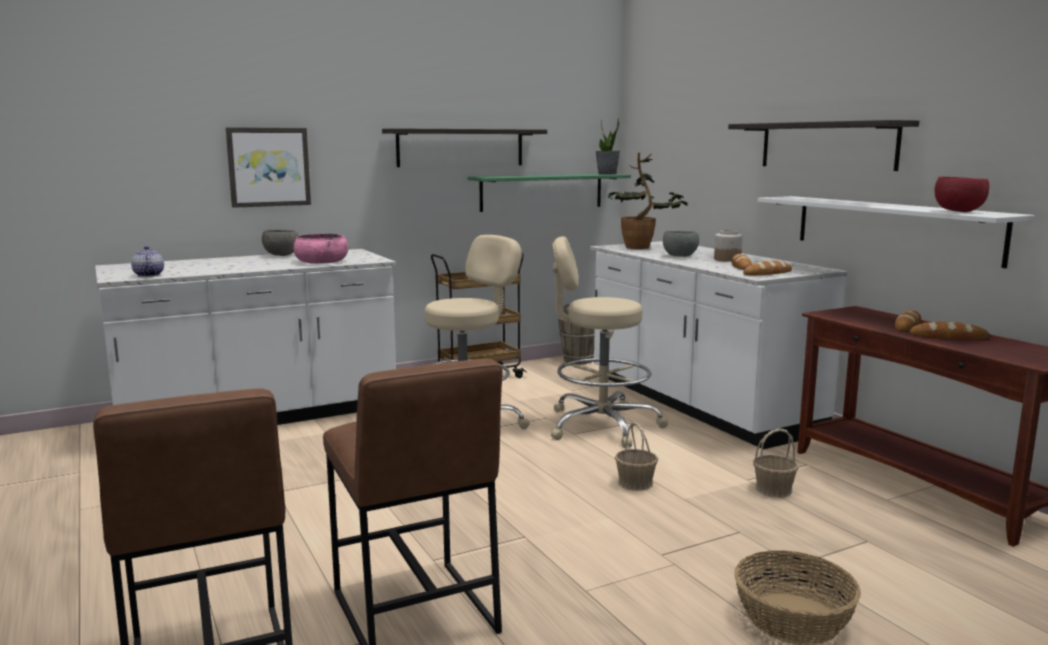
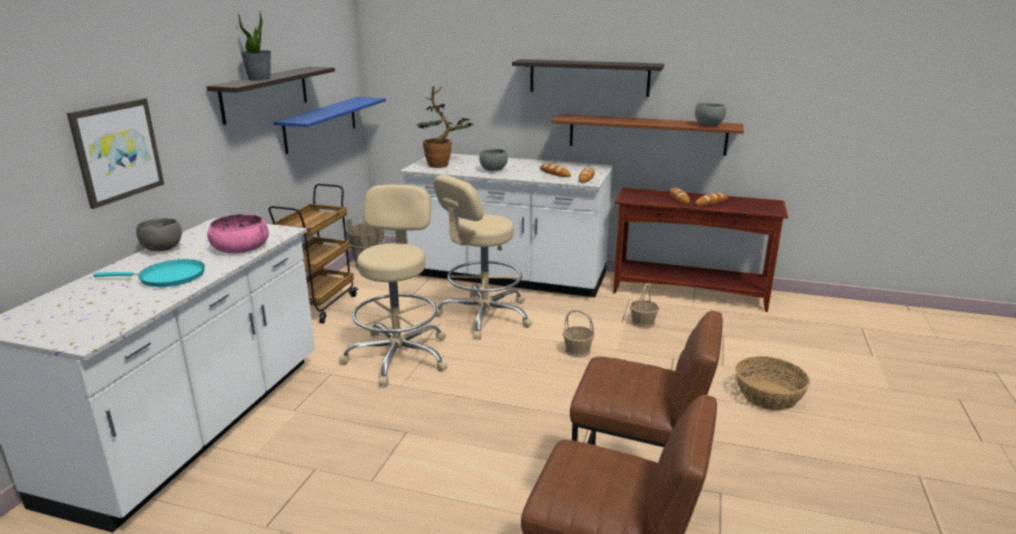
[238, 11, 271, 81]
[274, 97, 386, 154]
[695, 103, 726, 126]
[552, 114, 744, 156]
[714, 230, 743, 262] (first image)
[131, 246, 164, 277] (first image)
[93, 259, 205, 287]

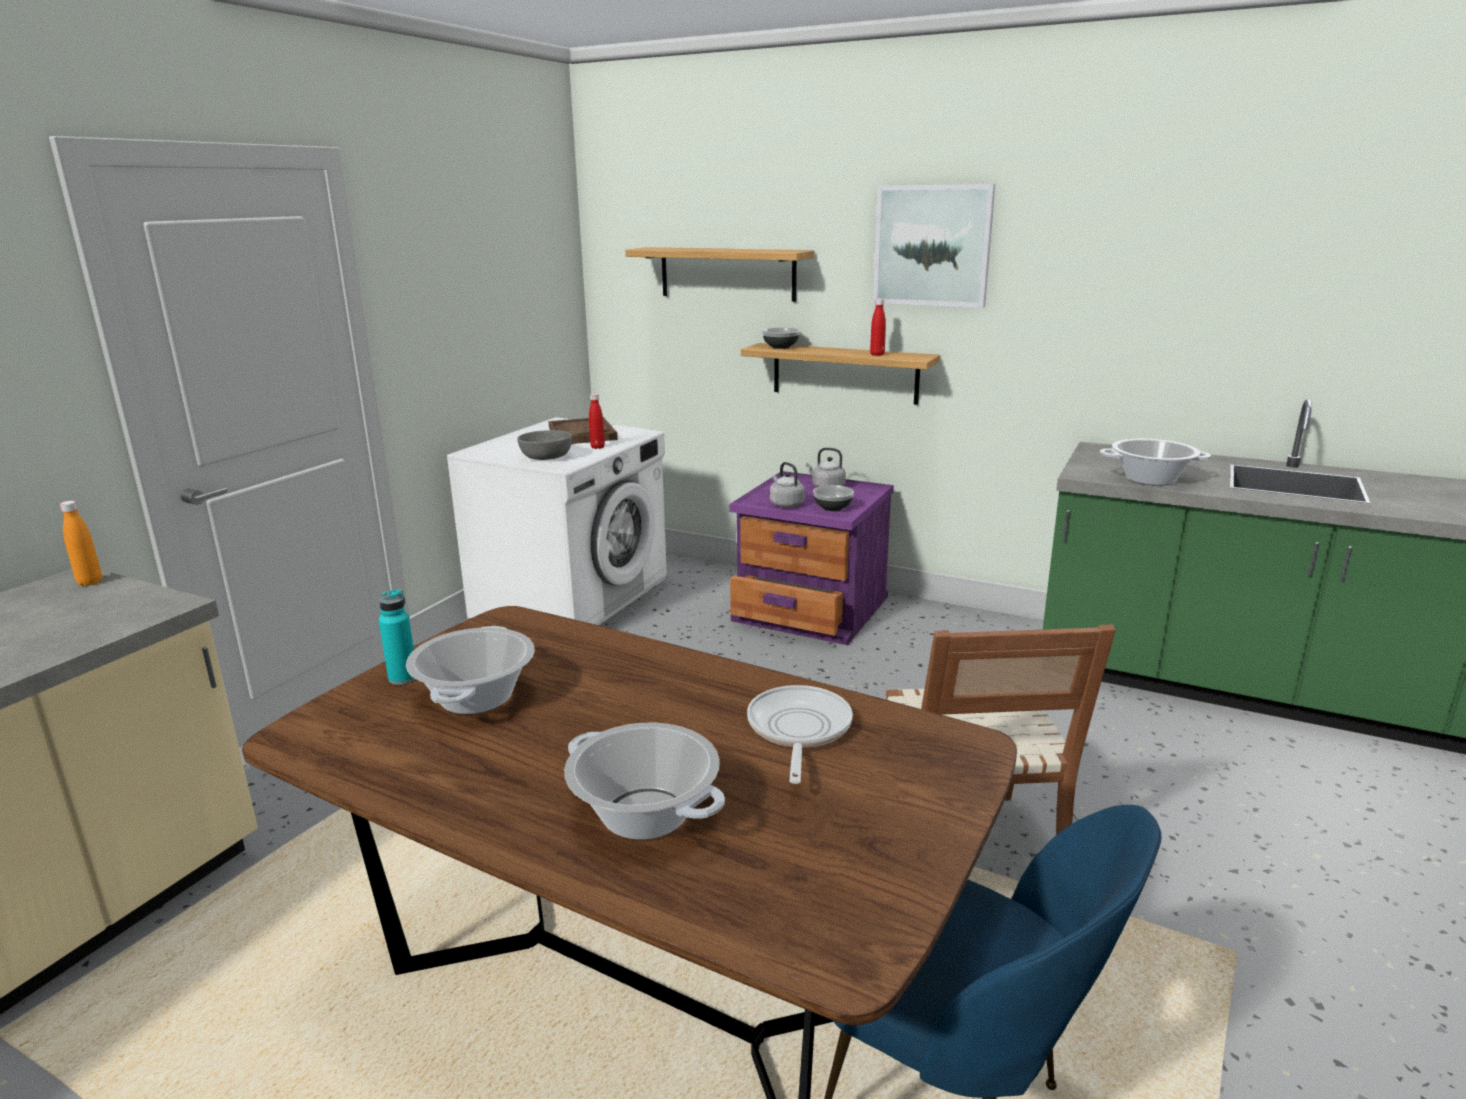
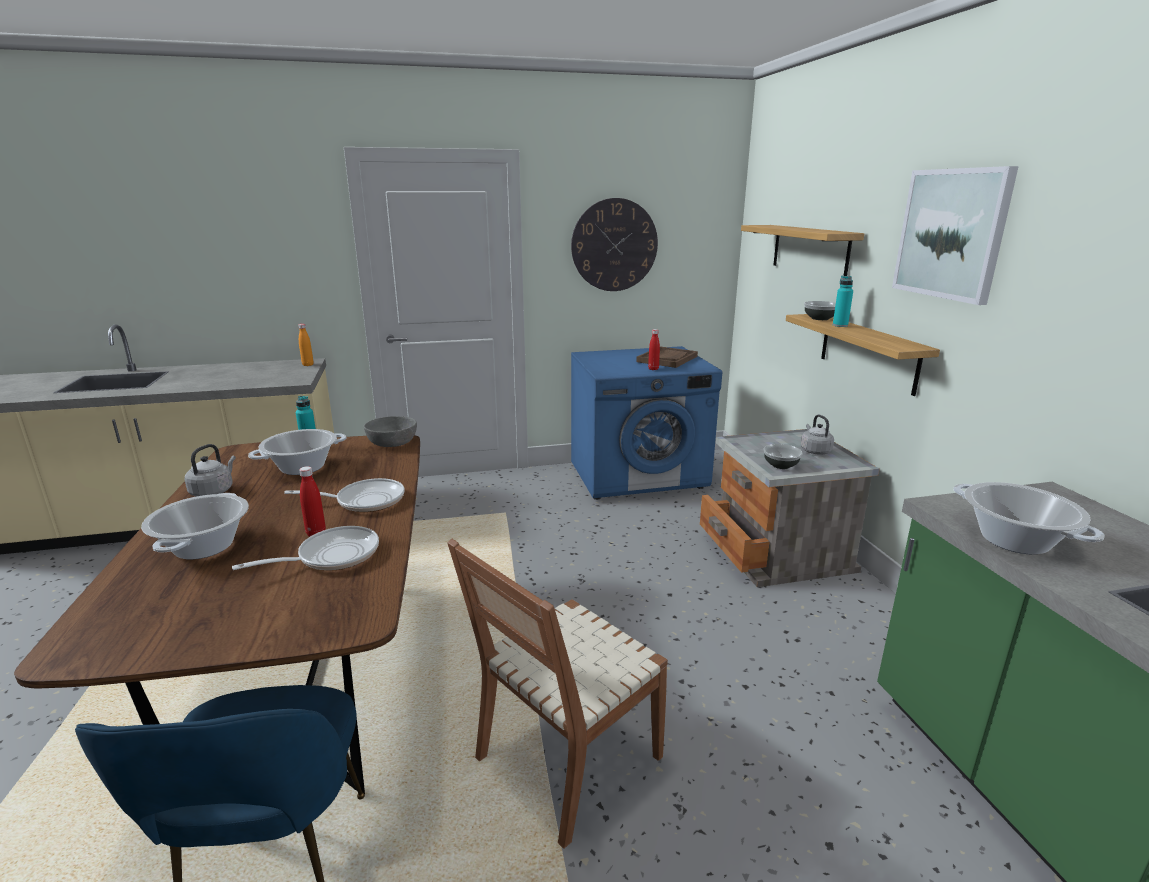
[299, 466, 326, 537]
[571, 346, 722, 500]
[364, 416, 417, 447]
[185, 444, 236, 497]
[700, 429, 880, 587]
[571, 198, 658, 291]
[833, 276, 853, 327]
[284, 478, 405, 512]

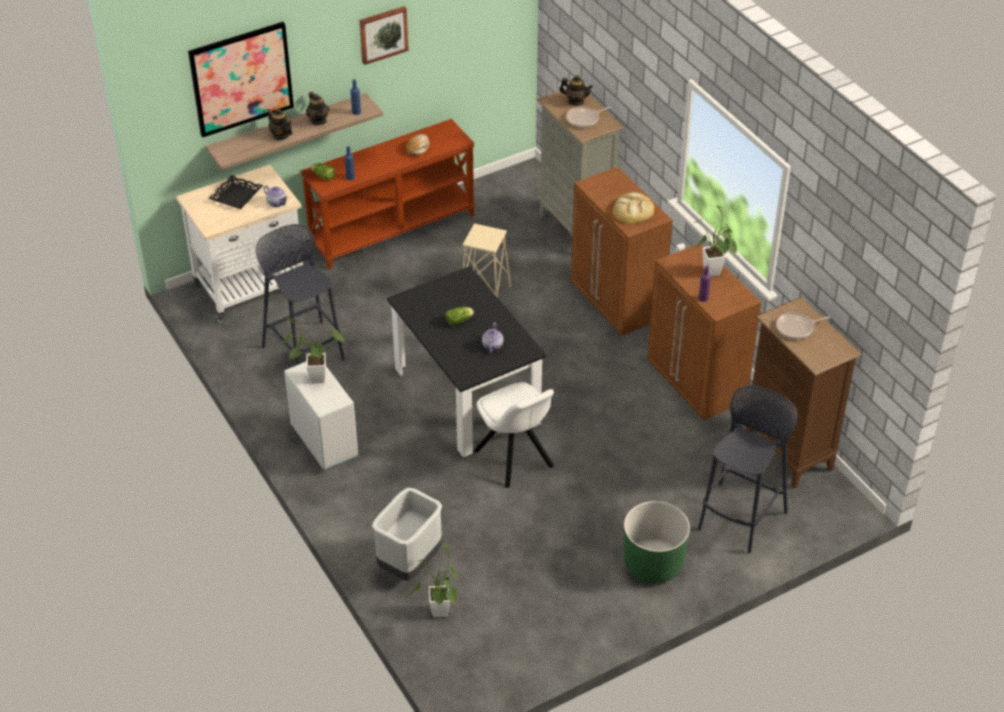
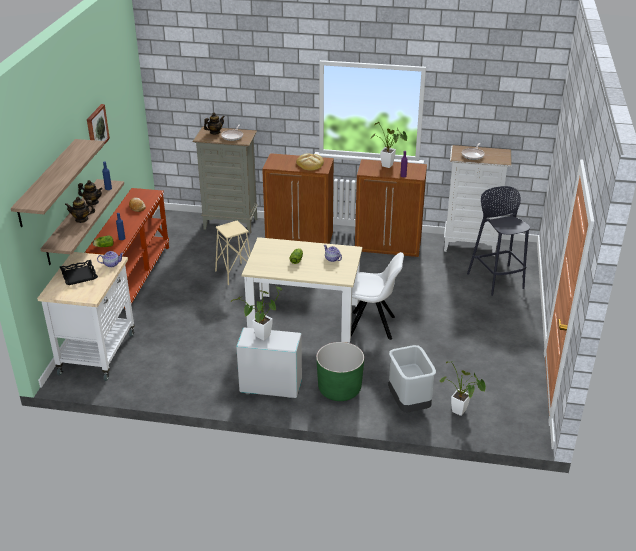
[11, 139, 104, 227]
[256, 224, 345, 365] (first image)
[242, 237, 362, 343]
[444, 145, 512, 256]
[316, 342, 364, 401]

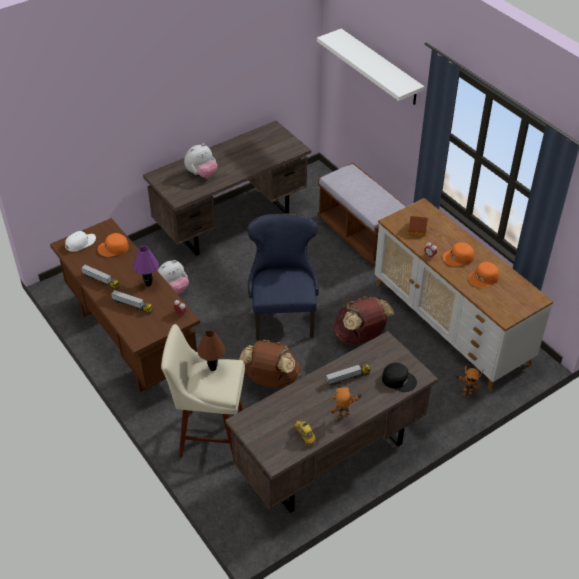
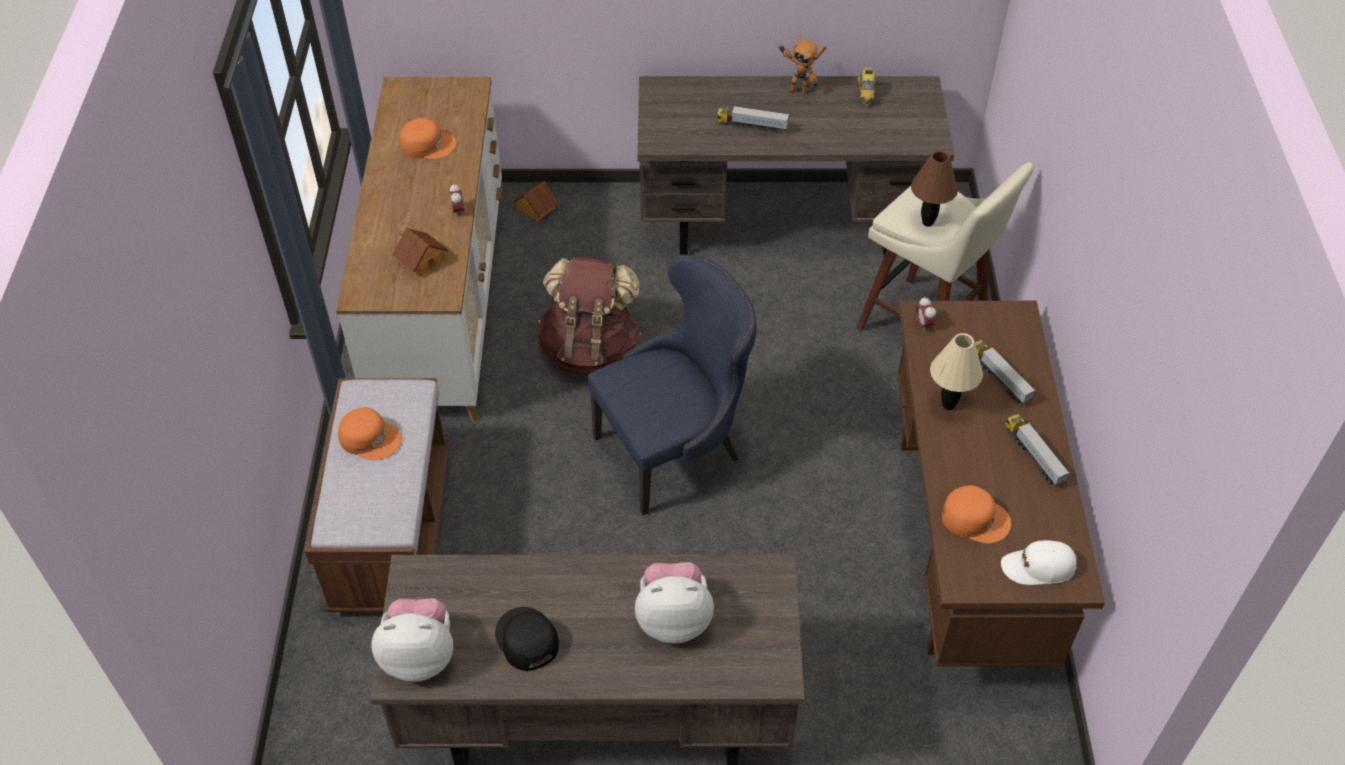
[317, 28, 424, 105] (first image)
[588, 254, 757, 515]
[338, 407, 402, 460]
[930, 333, 983, 410]
[371, 598, 453, 682]
[240, 340, 301, 388] (first image)
[495, 607, 559, 671]
[513, 181, 558, 222]

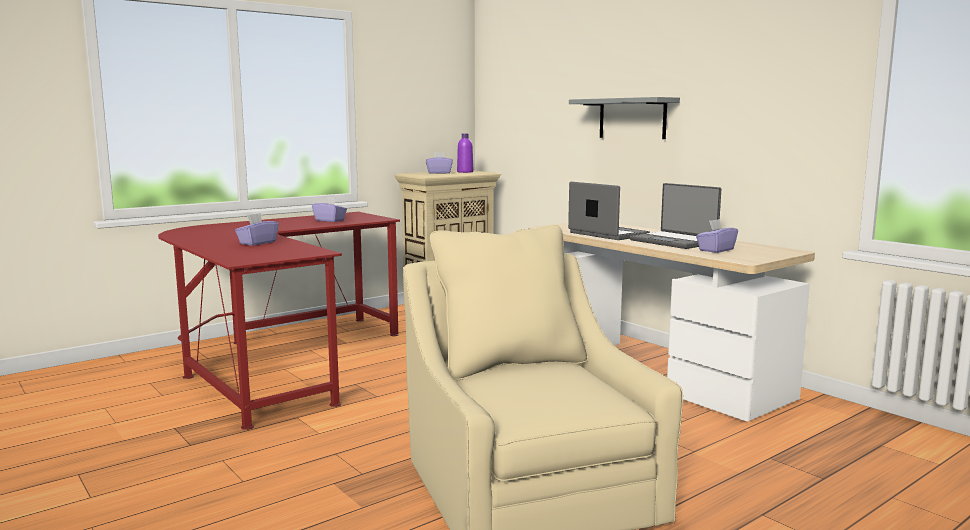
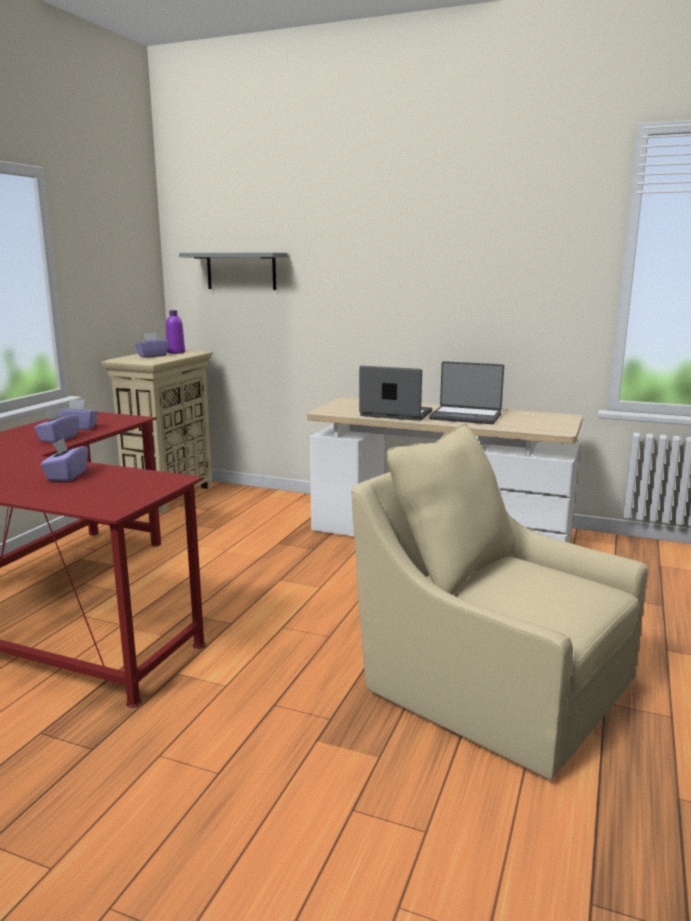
[179, 253, 288, 290]
[34, 408, 79, 443]

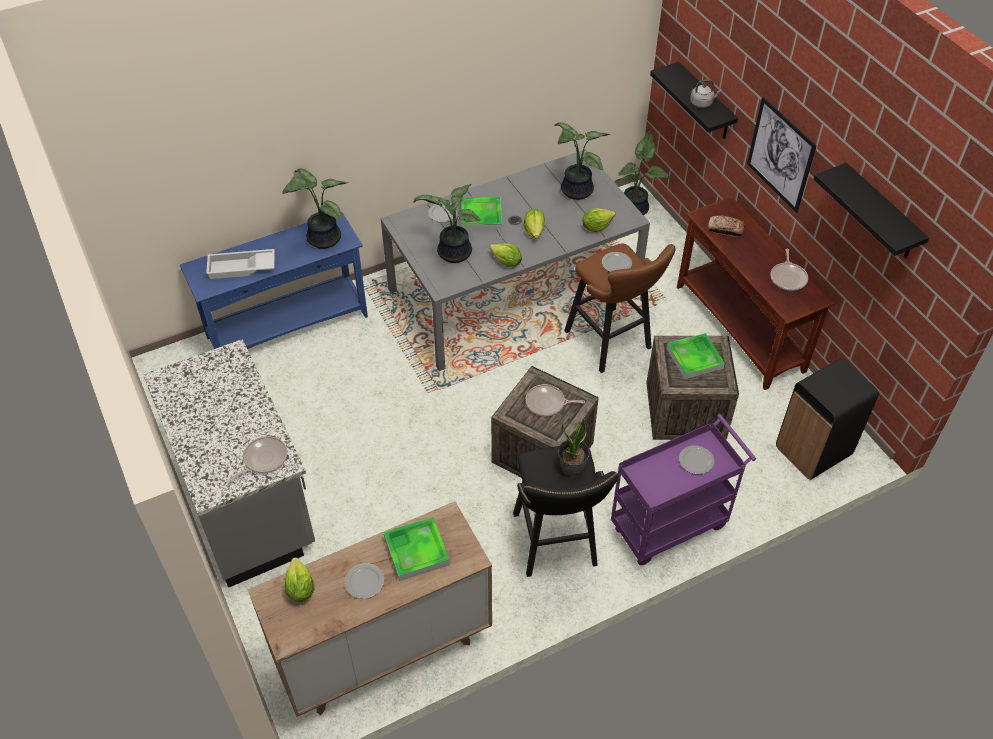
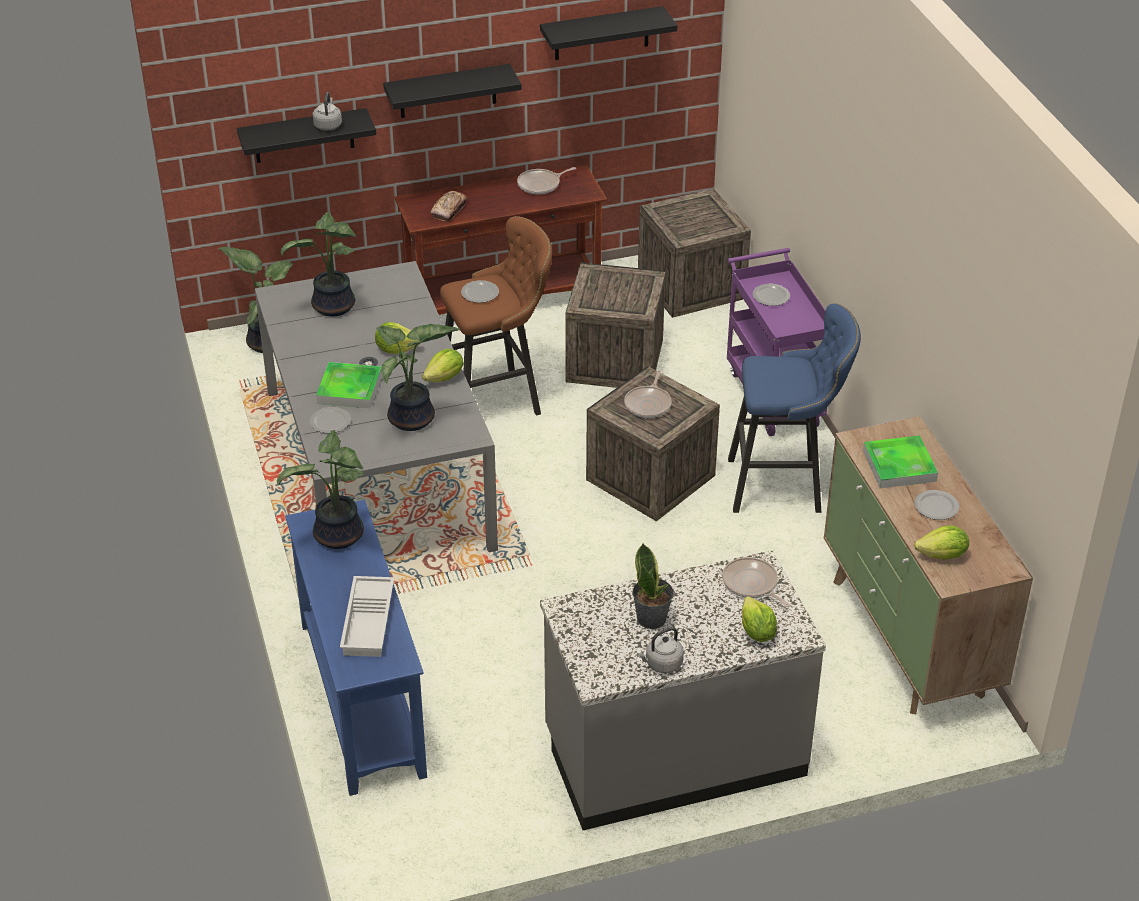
[383, 64, 522, 118]
[742, 596, 777, 642]
[517, 167, 576, 195]
[667, 333, 725, 379] (first image)
[638, 189, 751, 318]
[632, 544, 674, 629]
[728, 303, 861, 513]
[637, 627, 684, 673]

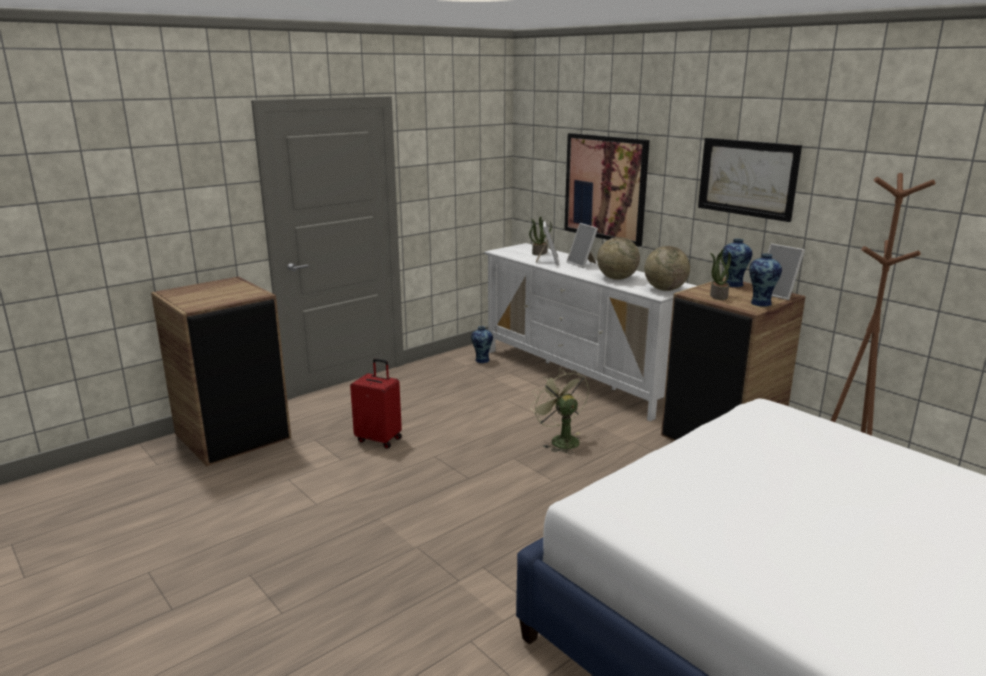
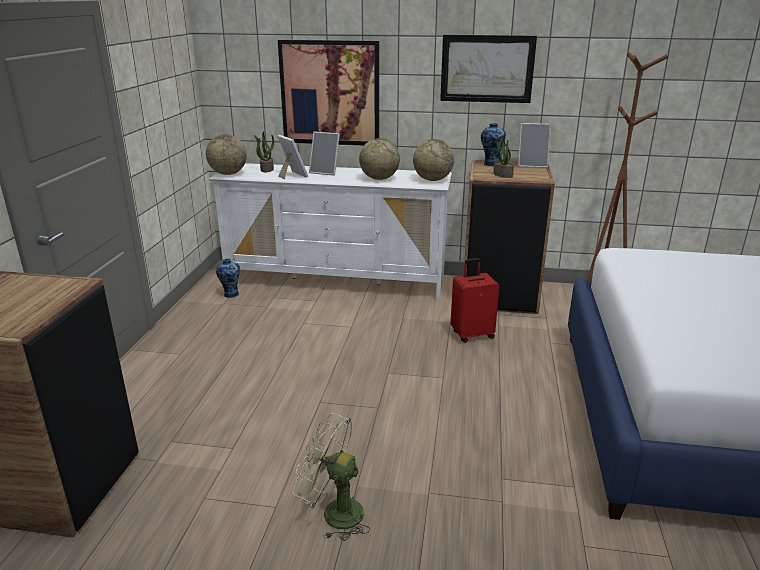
[749, 254, 782, 307] (first image)
[451, 258, 499, 343]
[293, 413, 370, 541]
[206, 134, 247, 175]

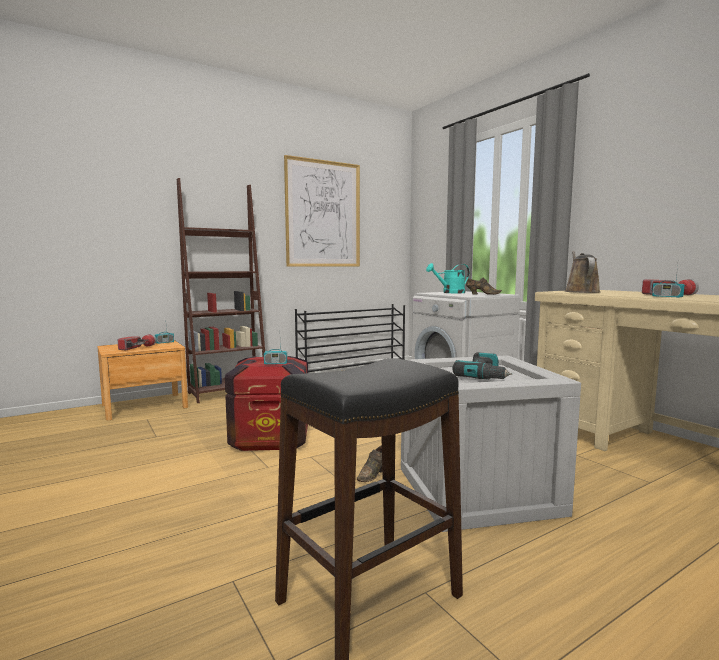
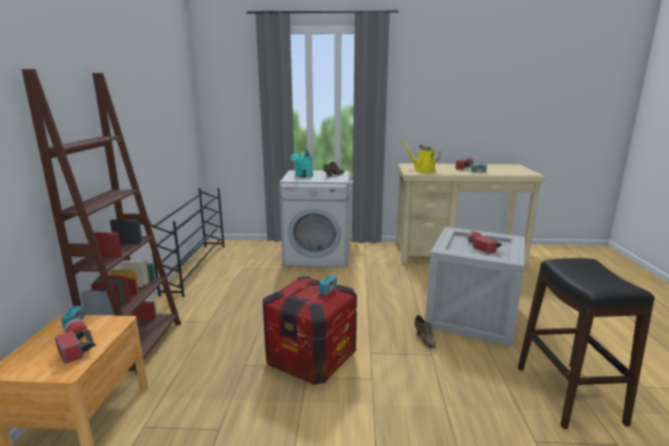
[284, 155, 360, 267] (first image)
[402, 141, 442, 173]
[468, 231, 502, 254]

